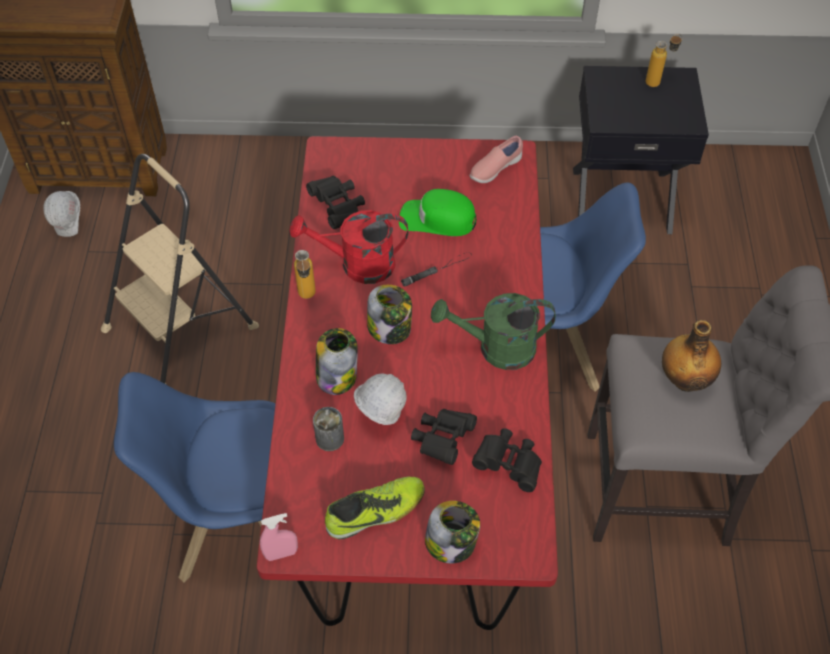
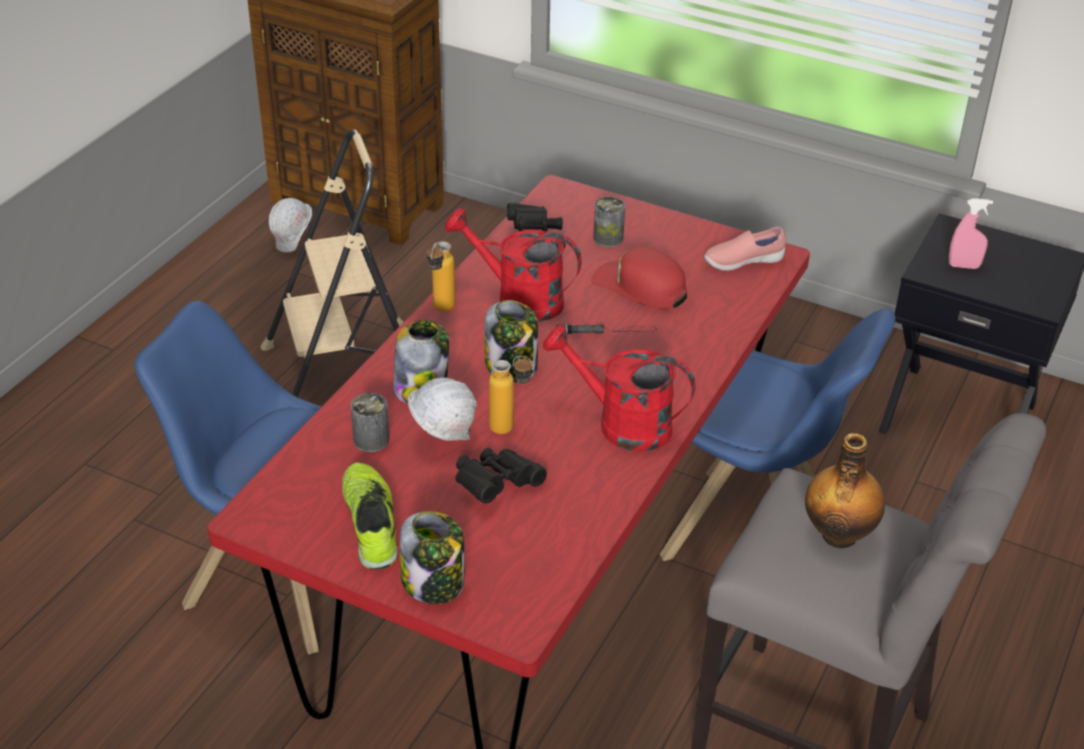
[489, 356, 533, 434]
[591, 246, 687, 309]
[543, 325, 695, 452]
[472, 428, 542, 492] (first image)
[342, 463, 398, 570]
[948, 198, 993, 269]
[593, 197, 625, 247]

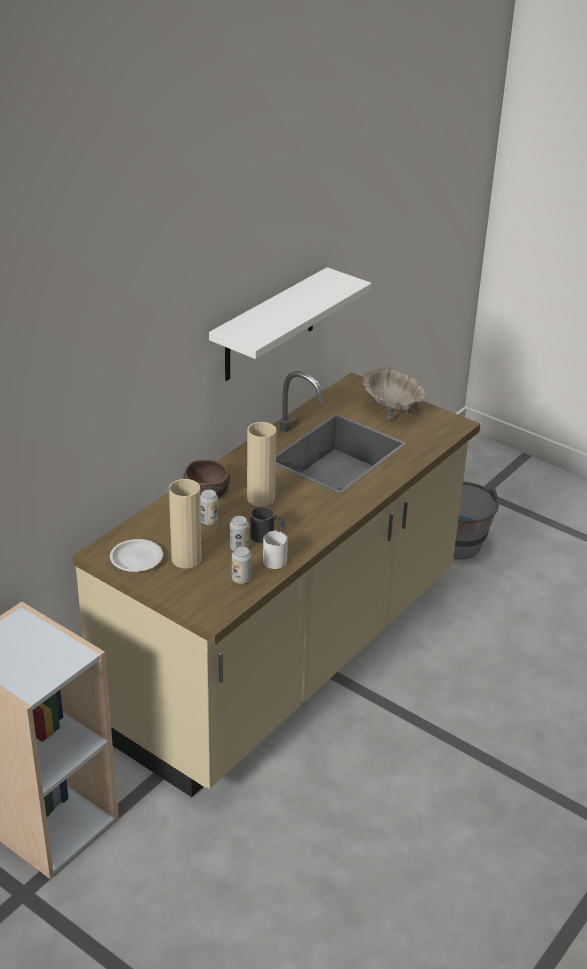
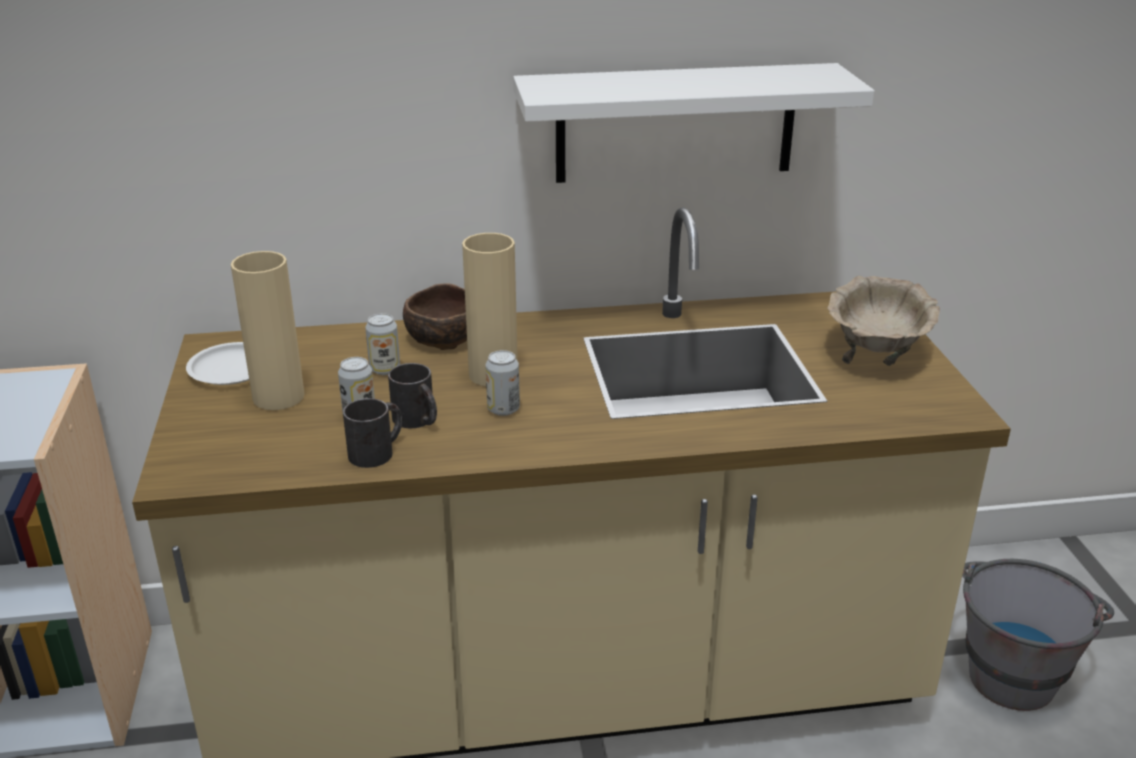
[343, 398, 402, 468]
[485, 350, 520, 416]

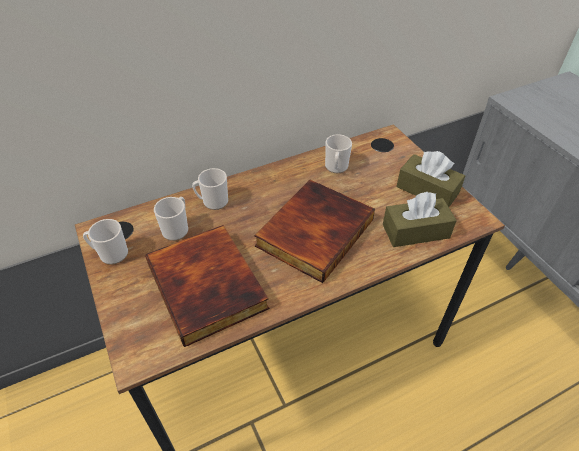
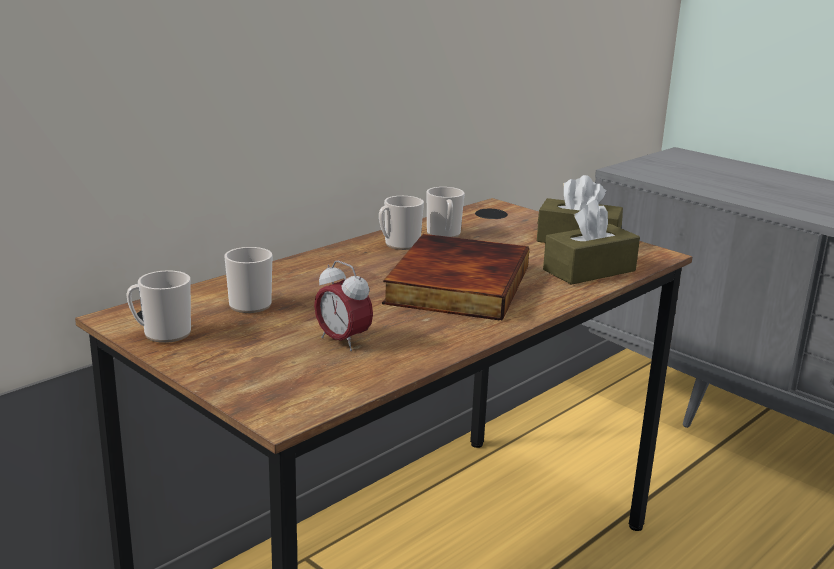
[379, 196, 424, 250]
[314, 260, 373, 351]

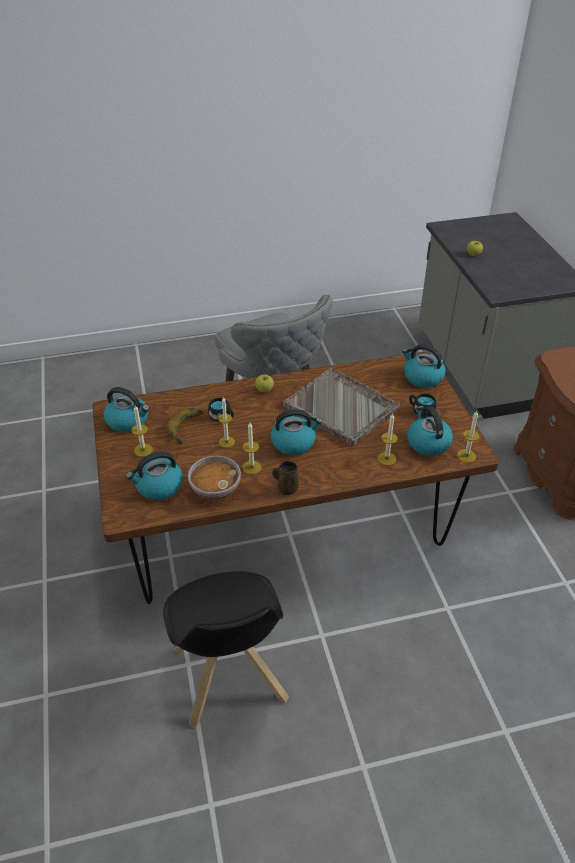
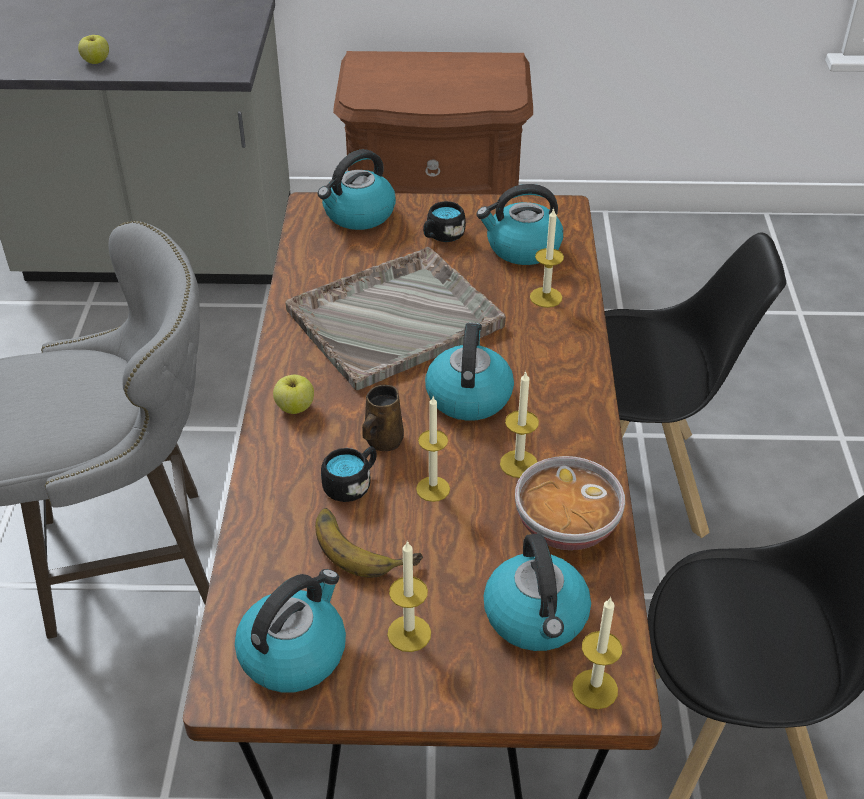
[572, 597, 622, 709]
[362, 385, 404, 451]
[604, 233, 786, 538]

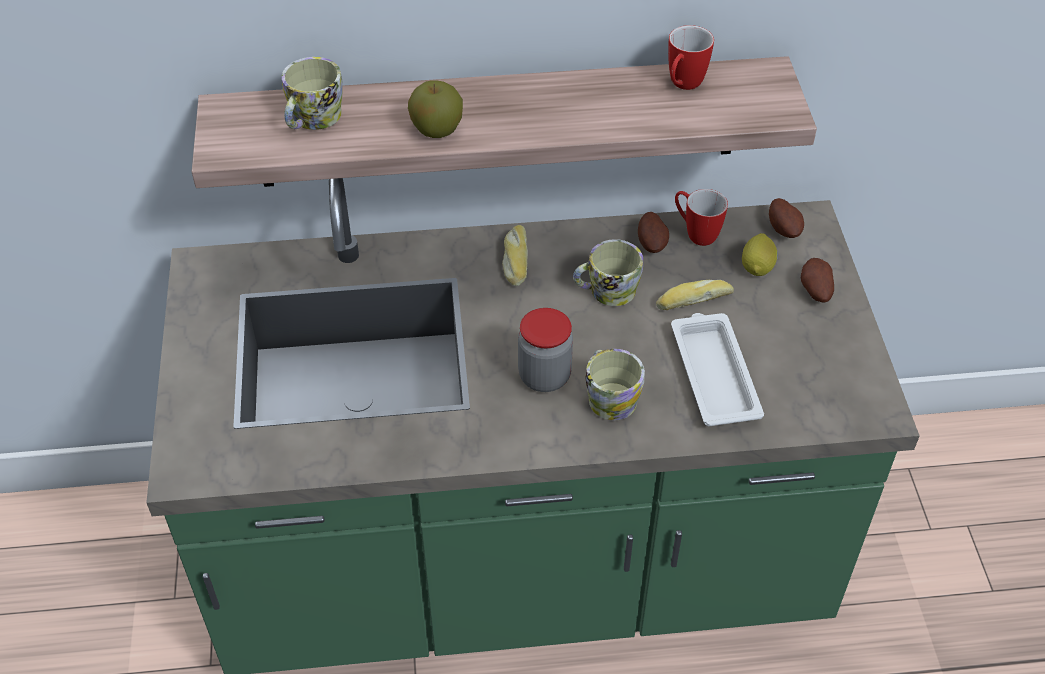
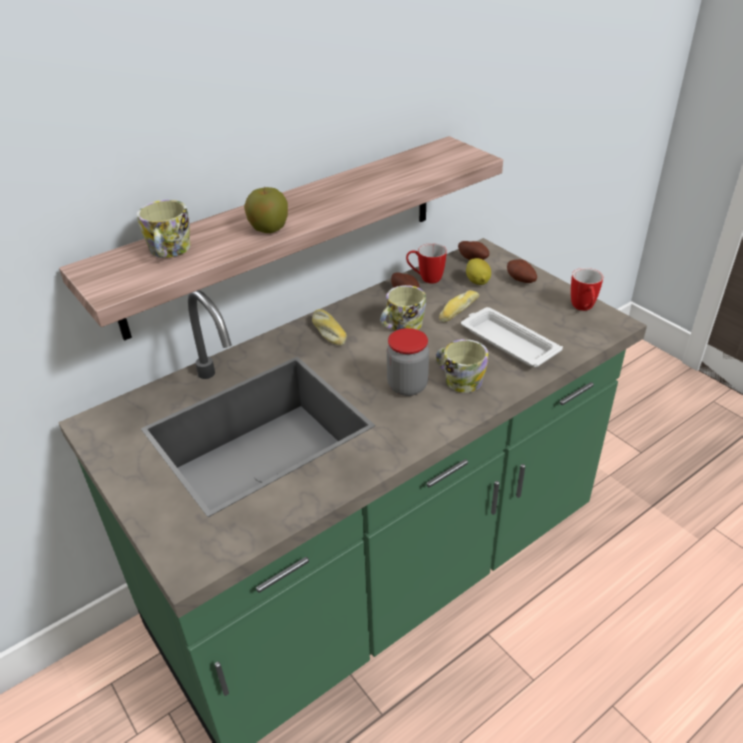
[571, 268, 603, 311]

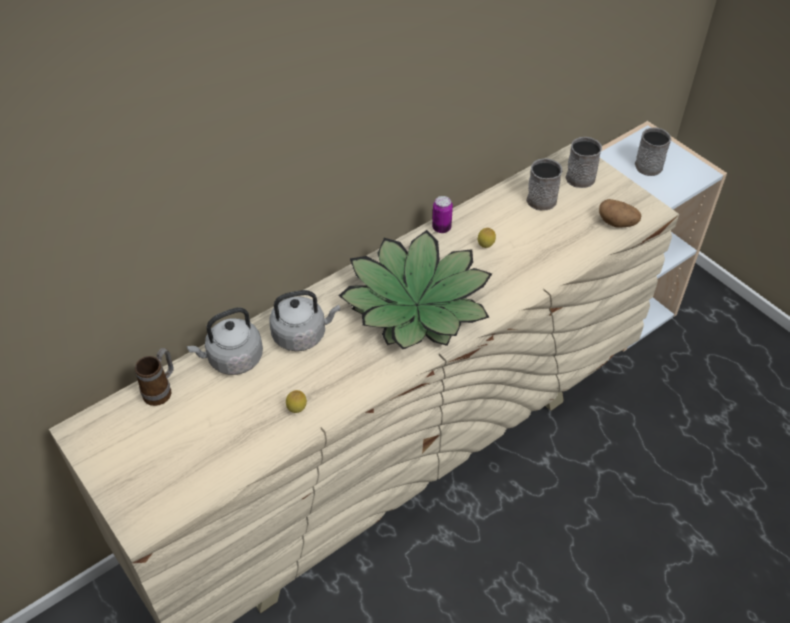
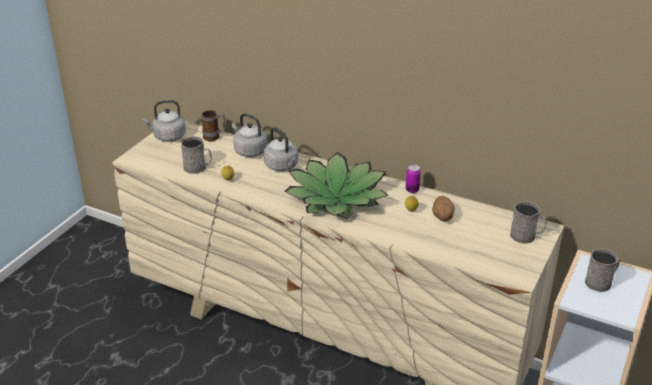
[181, 136, 212, 174]
[432, 196, 455, 221]
[142, 100, 186, 142]

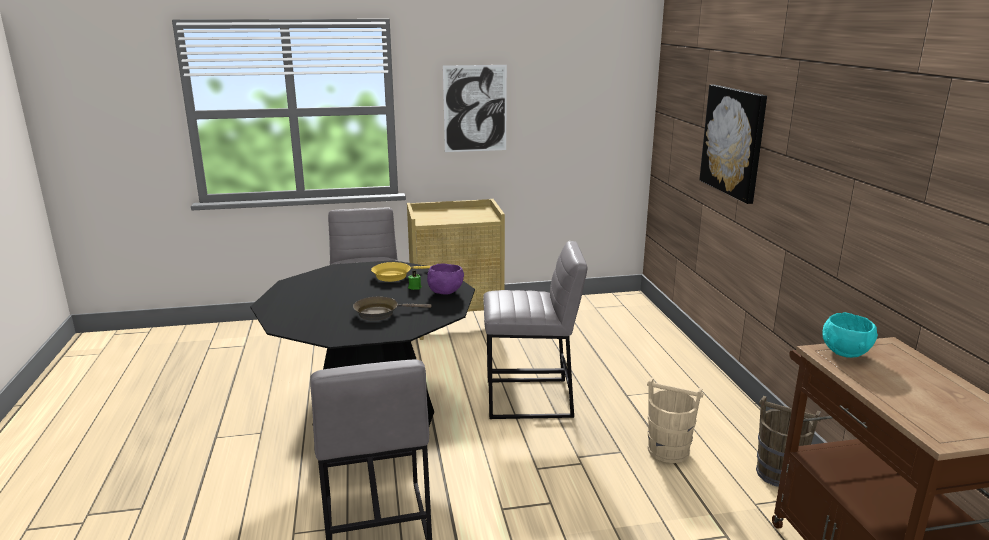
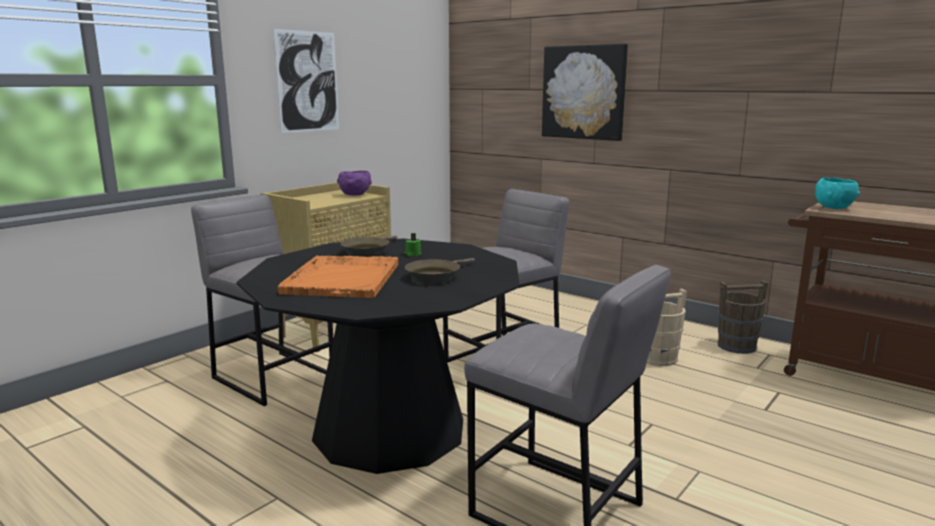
[341, 235, 398, 257]
[337, 171, 372, 196]
[278, 255, 398, 298]

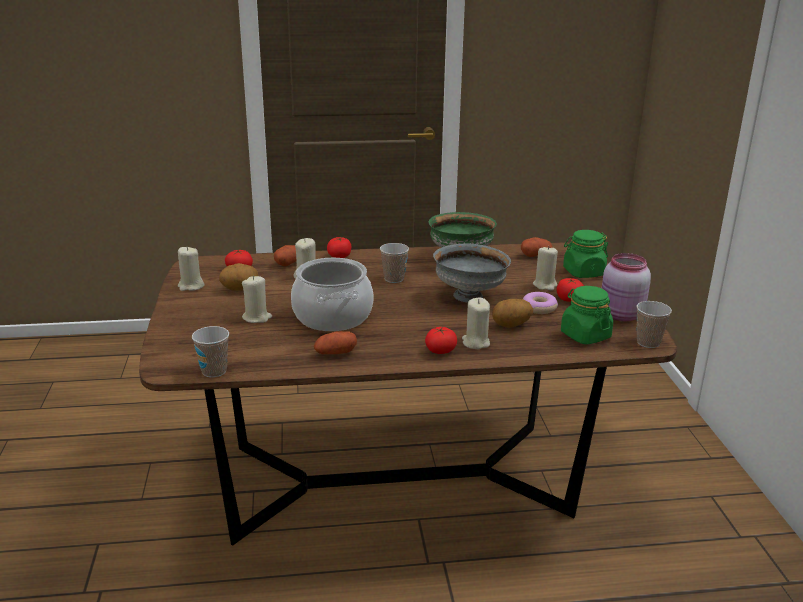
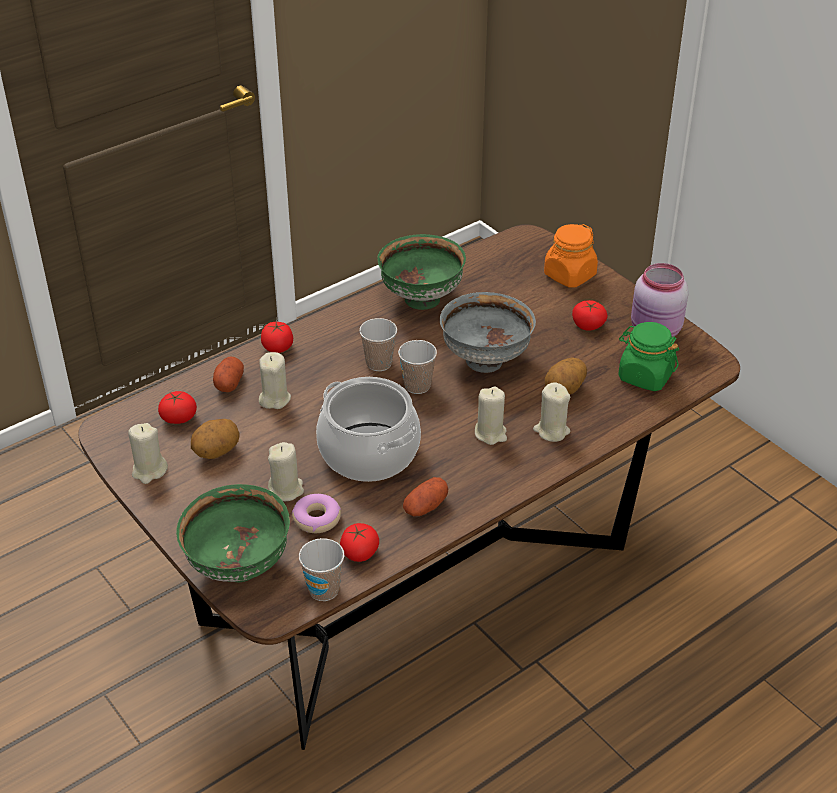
[544, 224, 598, 288]
[521, 237, 553, 257] (first image)
[475, 387, 507, 445]
[292, 494, 341, 533]
[398, 340, 437, 394]
[340, 523, 379, 562]
[176, 484, 290, 582]

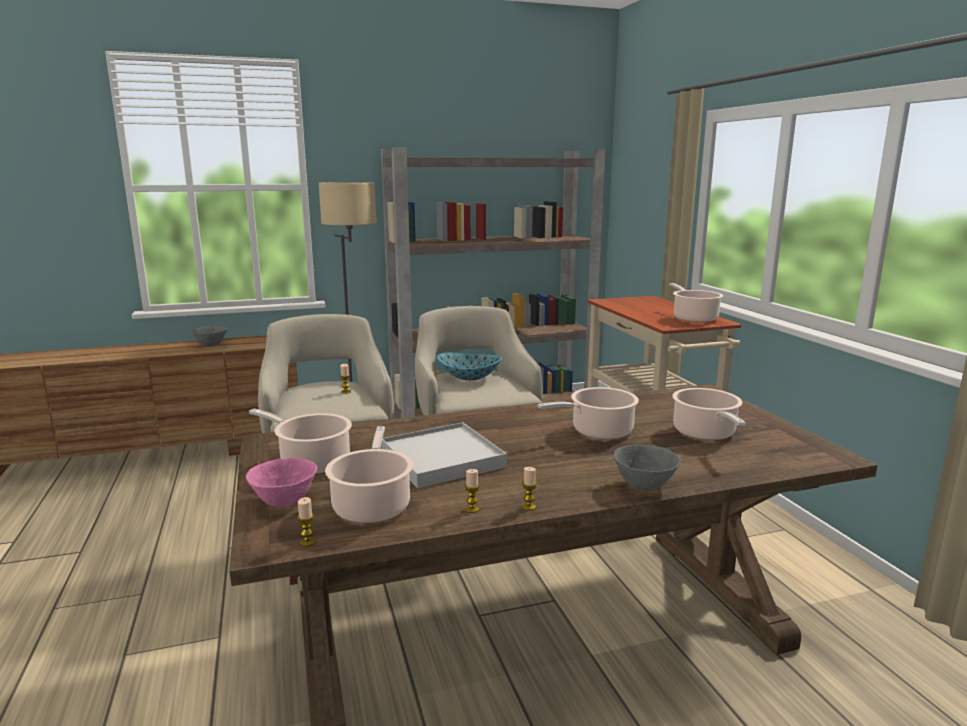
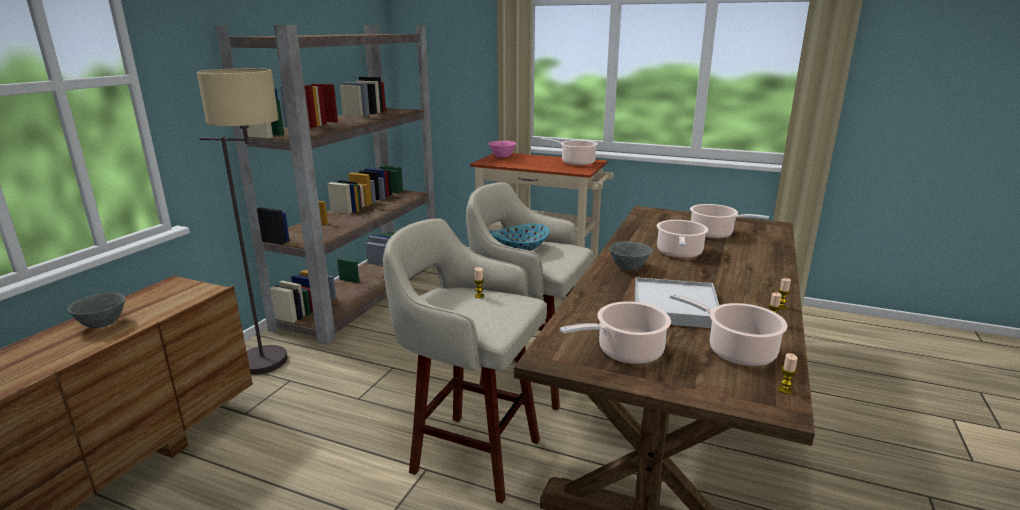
[609, 241, 653, 270]
[489, 141, 516, 158]

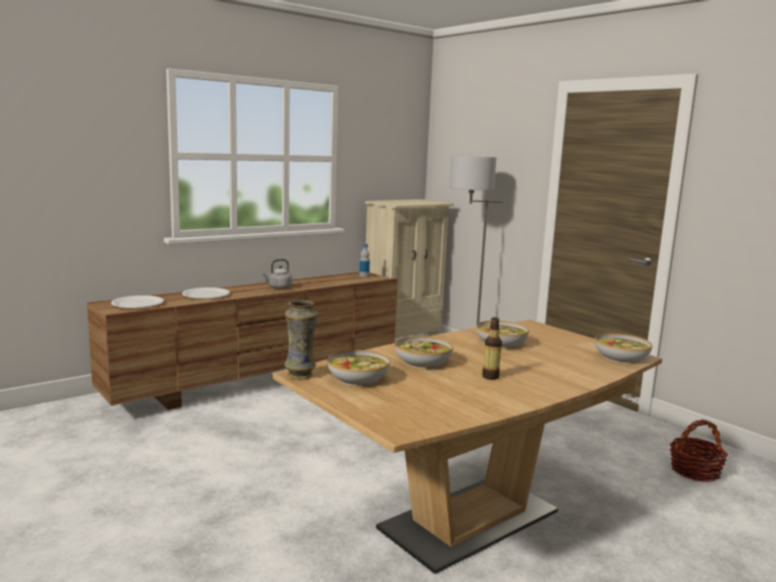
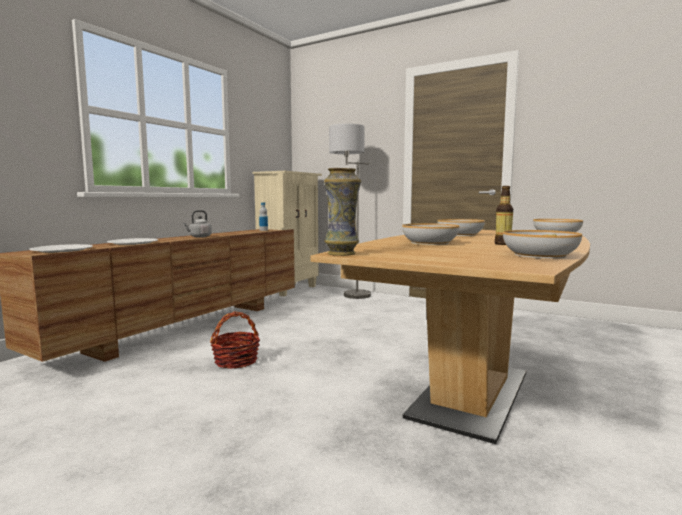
[503, 230, 582, 259]
[210, 311, 260, 369]

